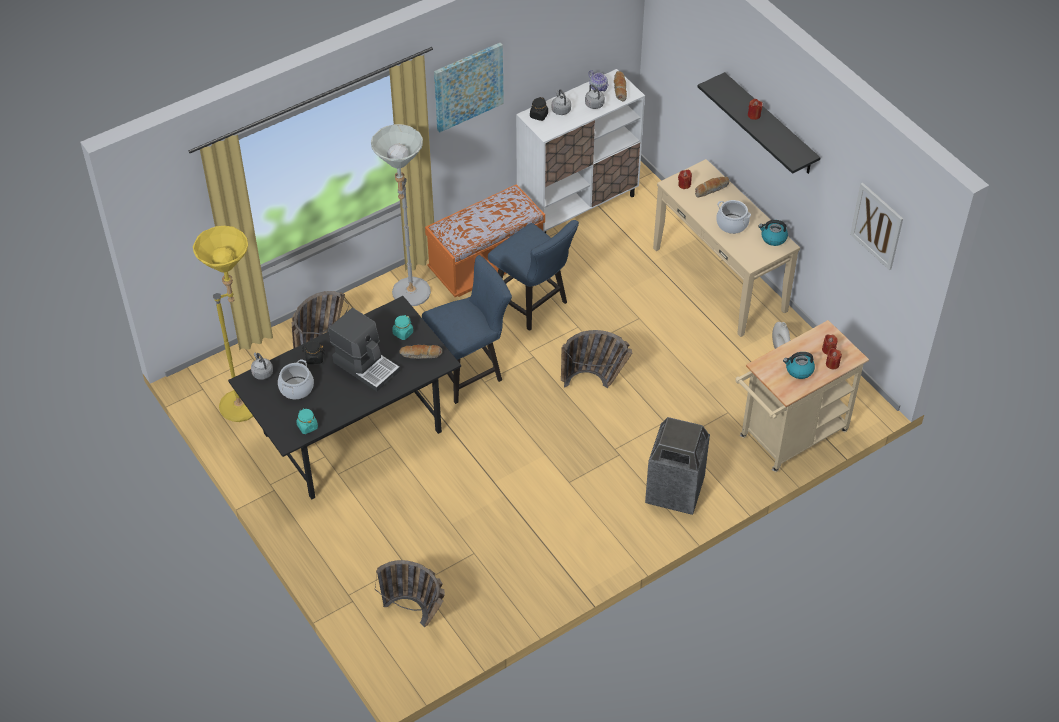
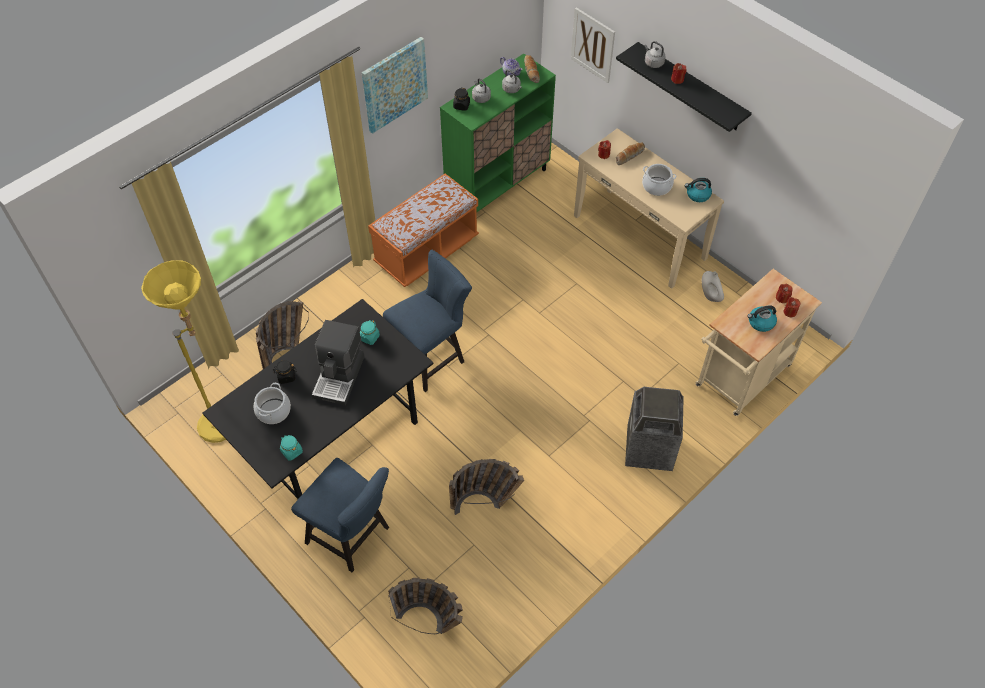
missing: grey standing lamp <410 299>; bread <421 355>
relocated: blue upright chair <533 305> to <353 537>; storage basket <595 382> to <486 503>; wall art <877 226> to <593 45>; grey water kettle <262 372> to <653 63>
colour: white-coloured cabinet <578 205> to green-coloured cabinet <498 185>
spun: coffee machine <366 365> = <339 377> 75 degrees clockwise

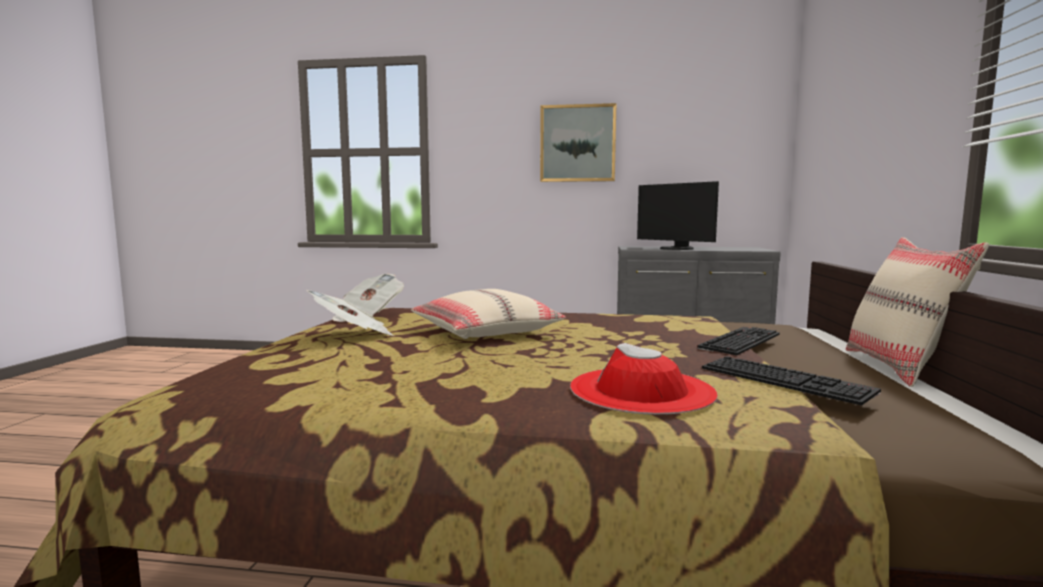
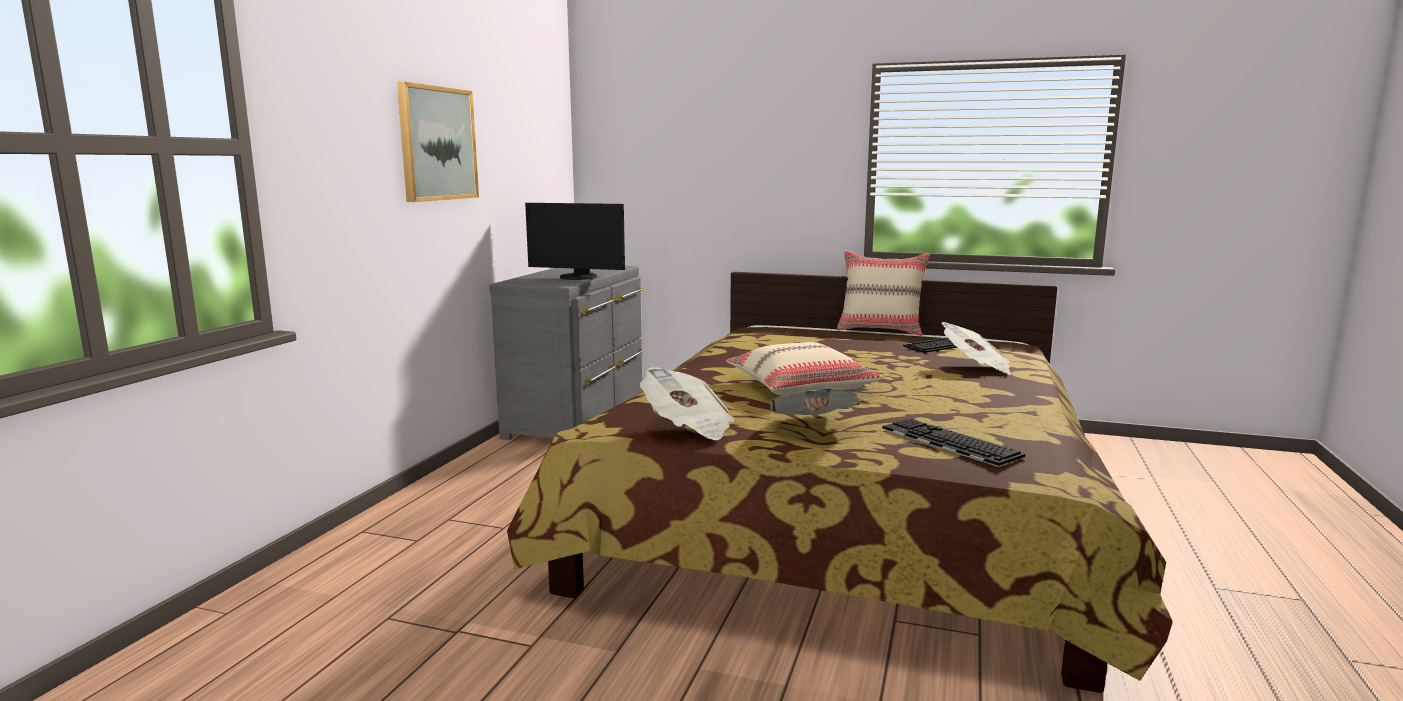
relocated: PC keyboard <739 340> to <947 442>
exchanged: reddish clothing hat <641 391> to daily paper <976 367>
spun: monitor <675 249> = <577 277> 45 degrees clockwise

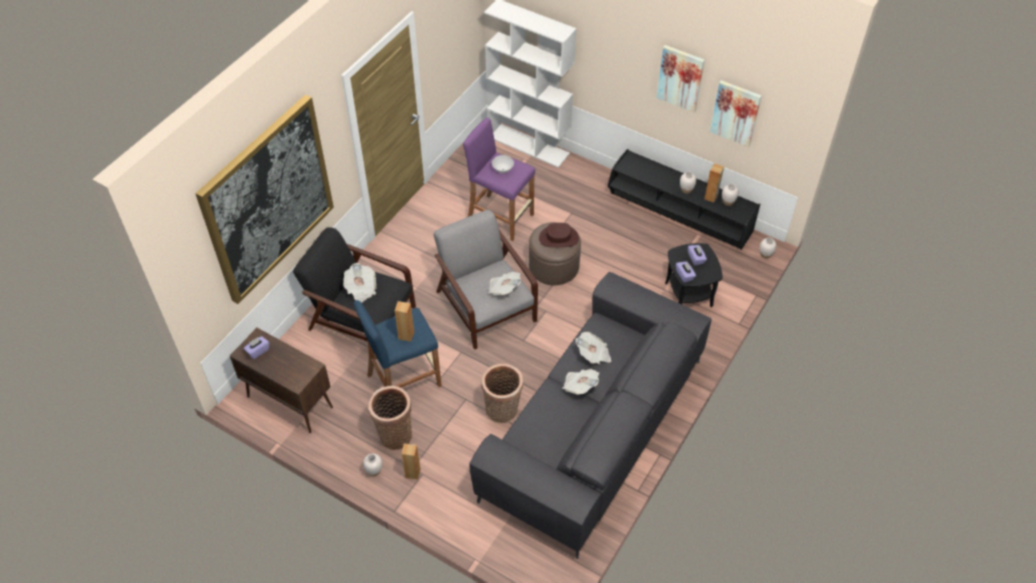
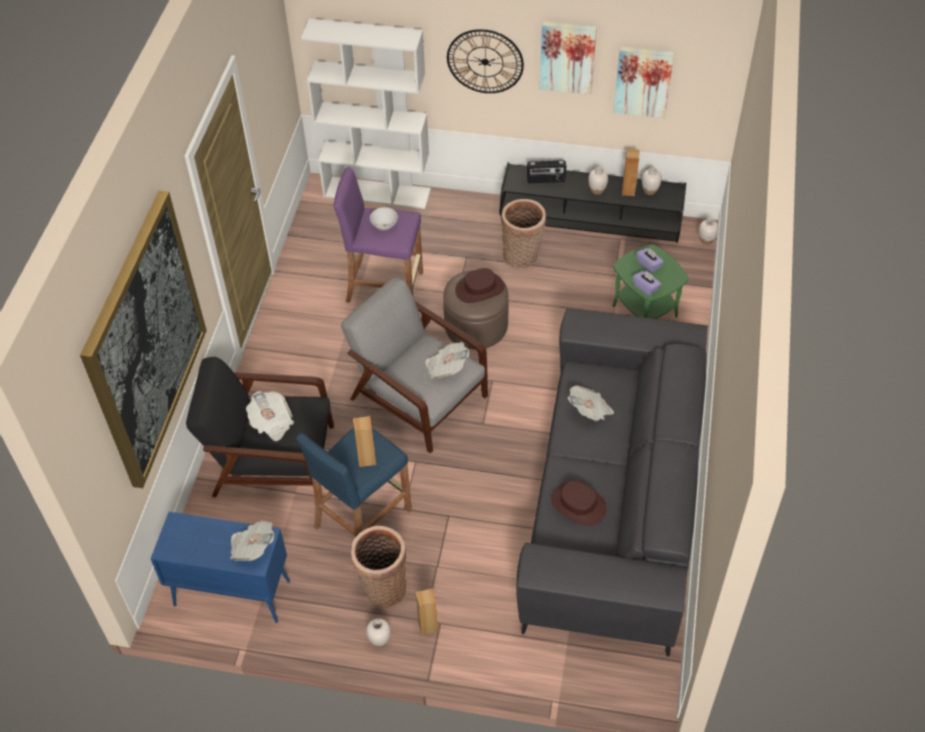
missing: purple tissue holder <258 351>
appeared: clock on the wall <485 61>; radio <546 180>; brown-coloured clothing hat <578 505>
relocated: daily paper <579 386> to <252 547>; storage basket <502 411> to <522 257>
colour: brown-coloured cabinet <289 402> to blue cabinet <231 593>; black end table <689 294> to green-coloured end table <645 311>

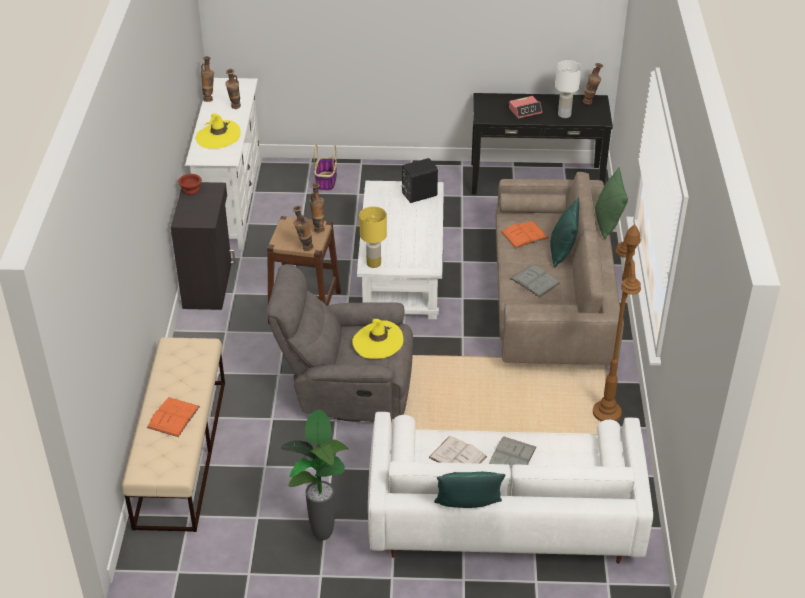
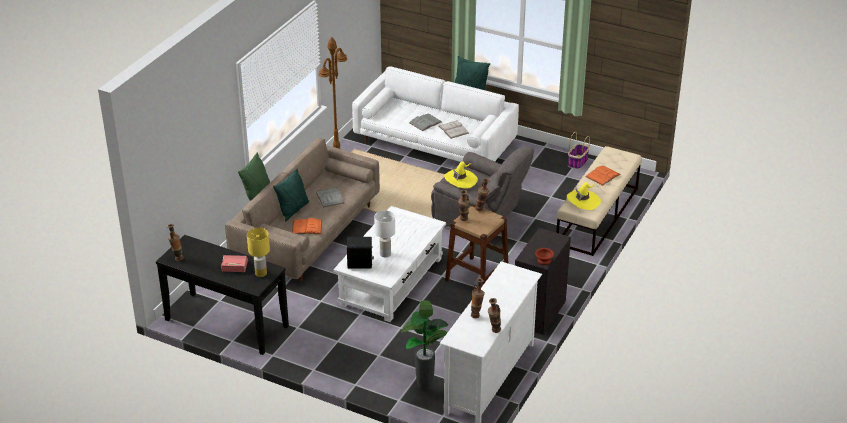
relocated: yellow table lamp <374 263> to <260 273>; white-coloured table lamp <564 115> to <385 254>; potted plant <323 534> to <423 389>; yellow clothing hat <218 137> to <583 201>; storage basket <326 181> to <577 162>

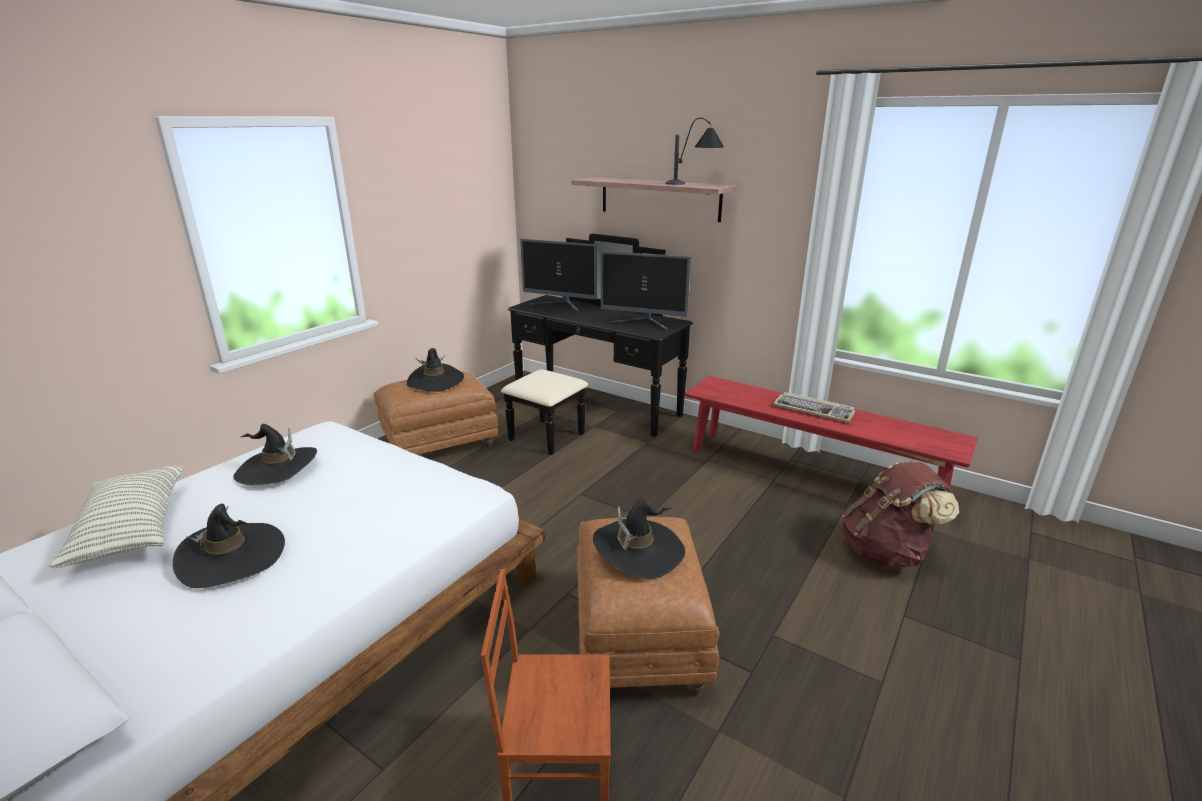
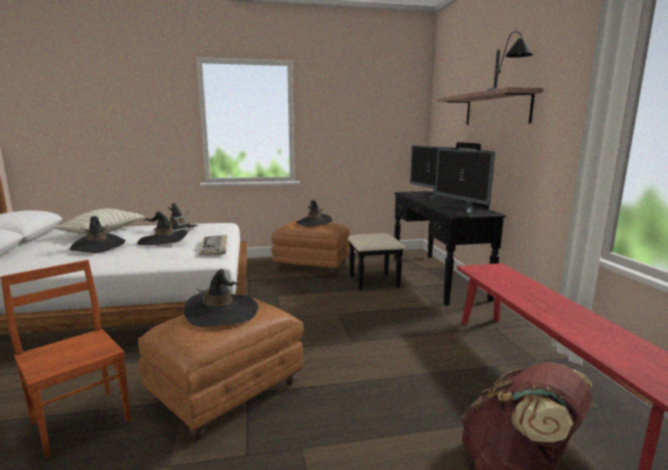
appeared: black clothing hat <163 241>
relocated: PC keyboard <814 410> to <214 247>

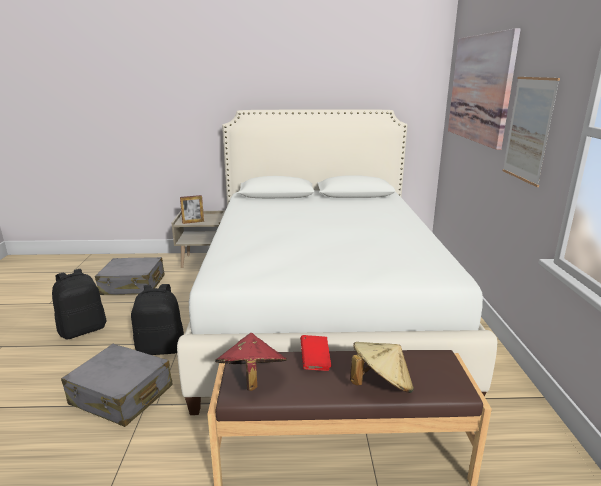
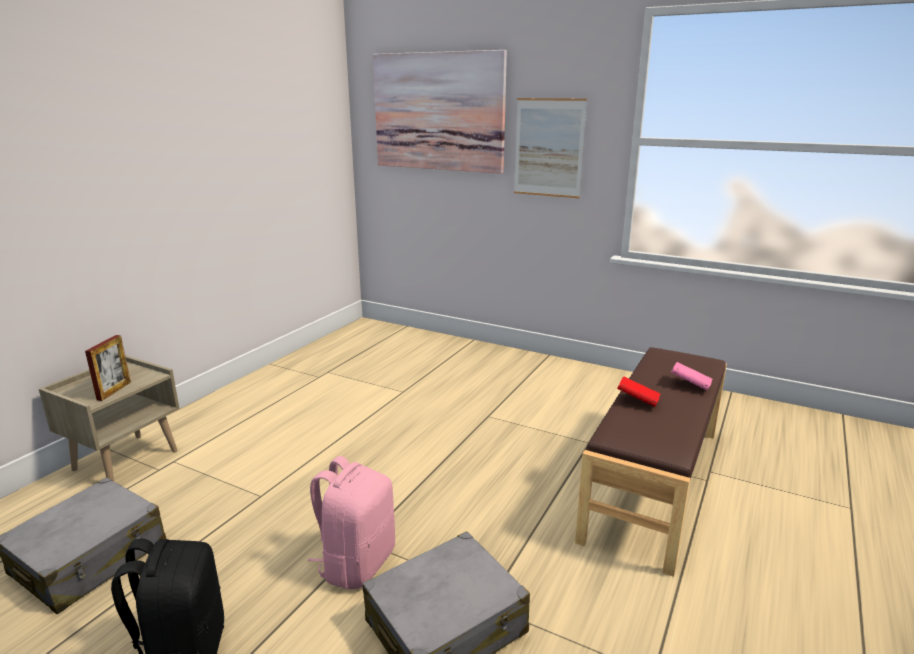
missing: white-coloured bed <321 309>; reddish clothing hat <251 379>
exchanged: sand-coloured clothing hat <380 385> to pinkish bound book <690 385>
colour: black knapsack <161 348> to pinkish knapsack <356 563>

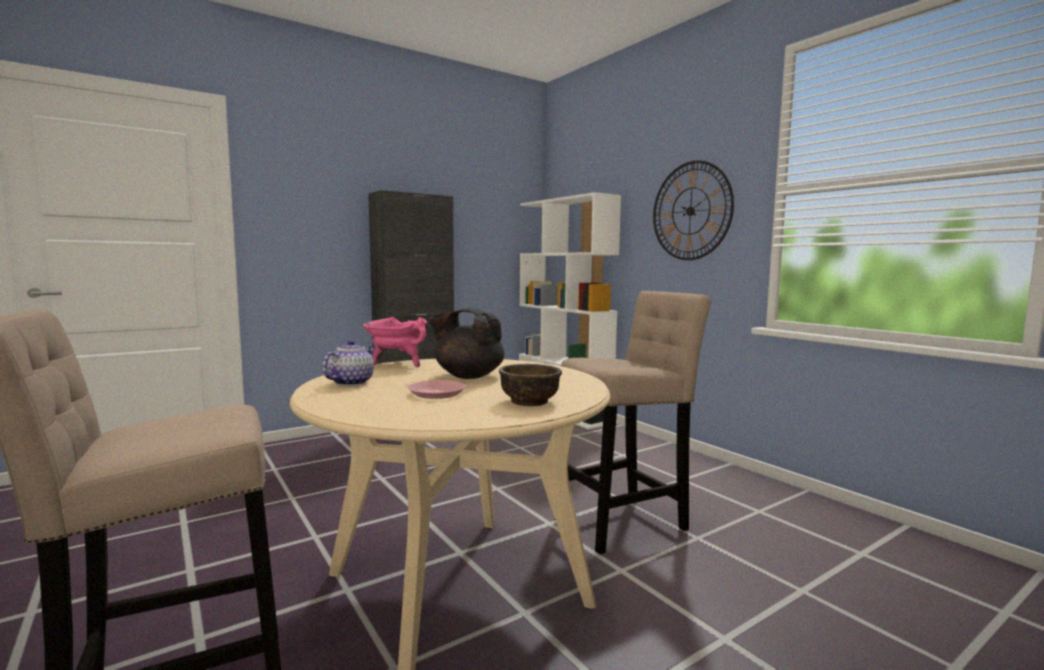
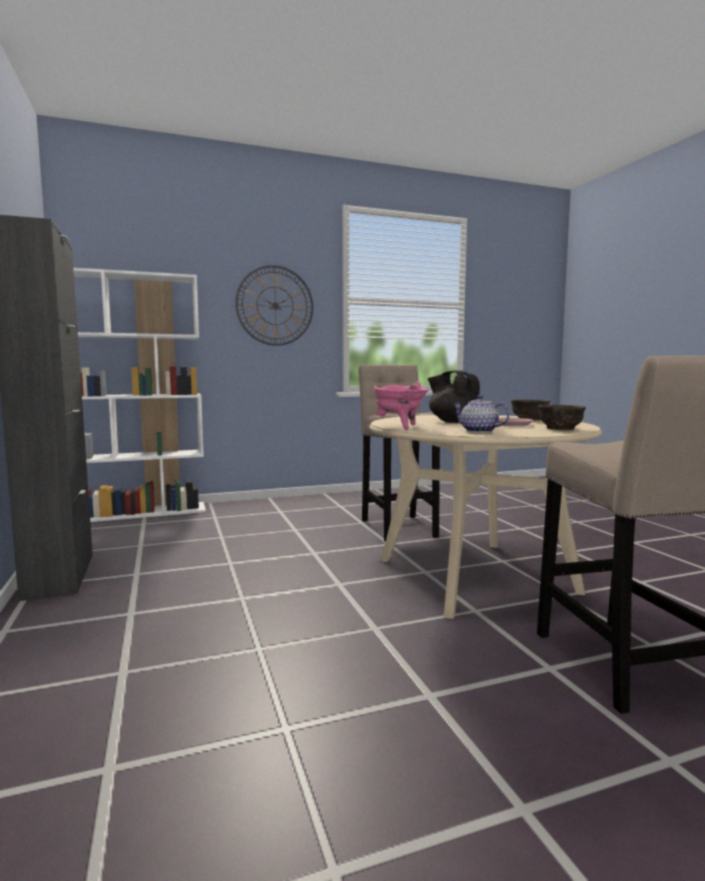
appeared: brown-coloured bowl <560 429>
spun: black pot for tea <468 376> = <454 421> 105 degrees clockwise

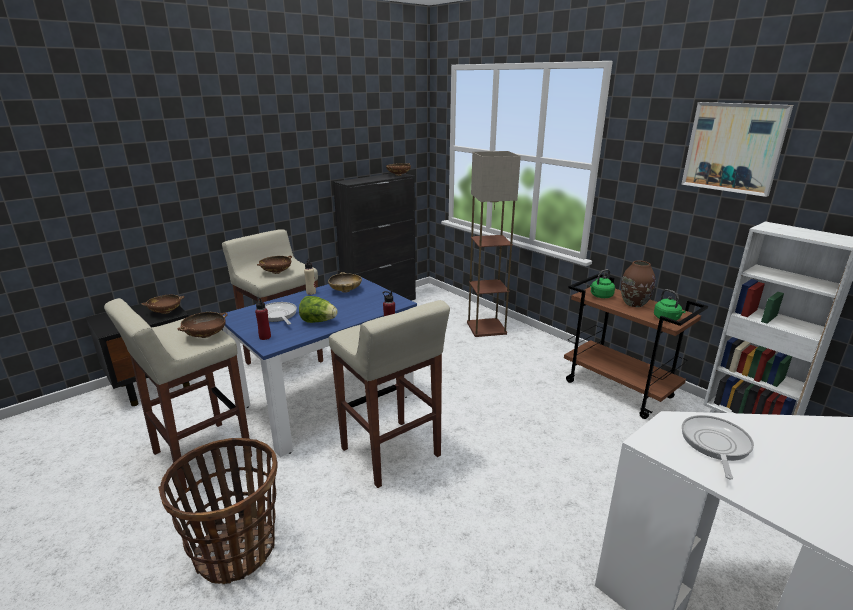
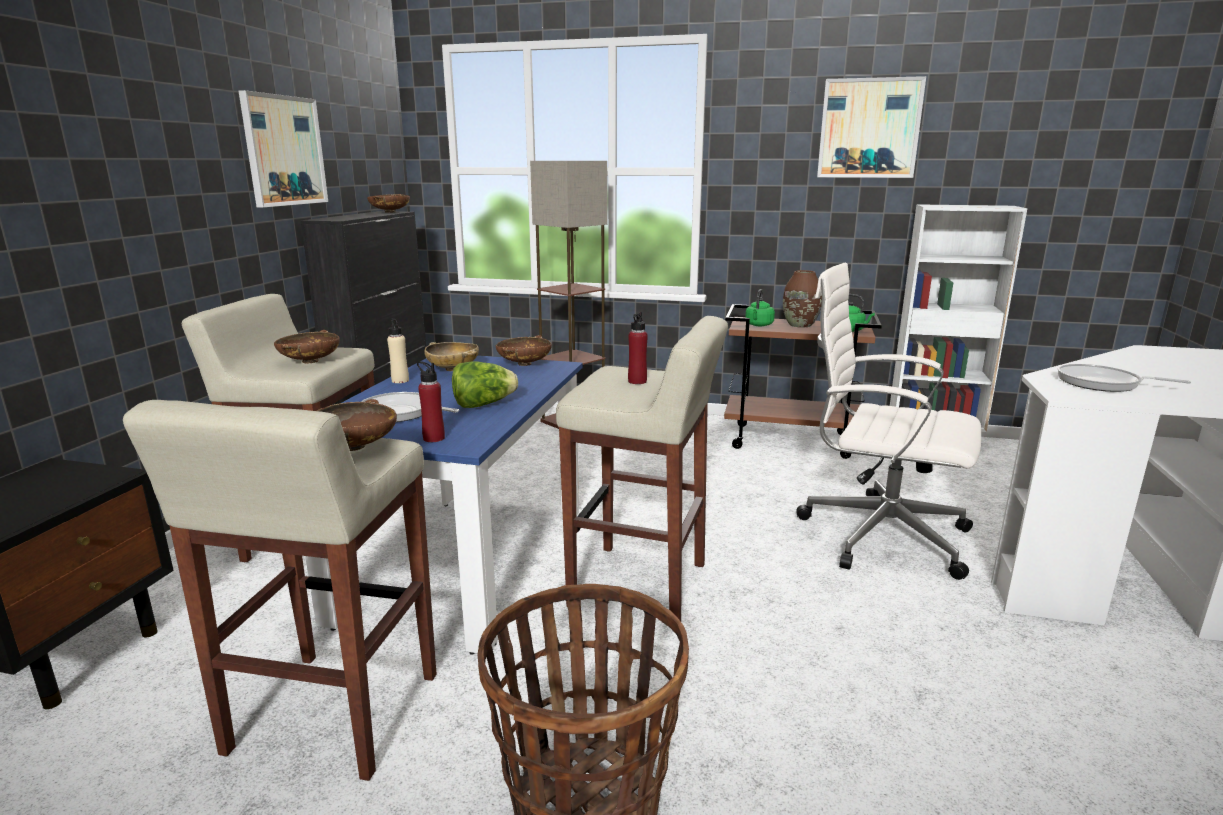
appeared: wall art <284 151>; white-coloured office chair <878 534>
relocated: brown-coloured bowl <165 312> to <524 364>
spun: pan <715 444> = <1103 383> 45 degrees counterclockwise

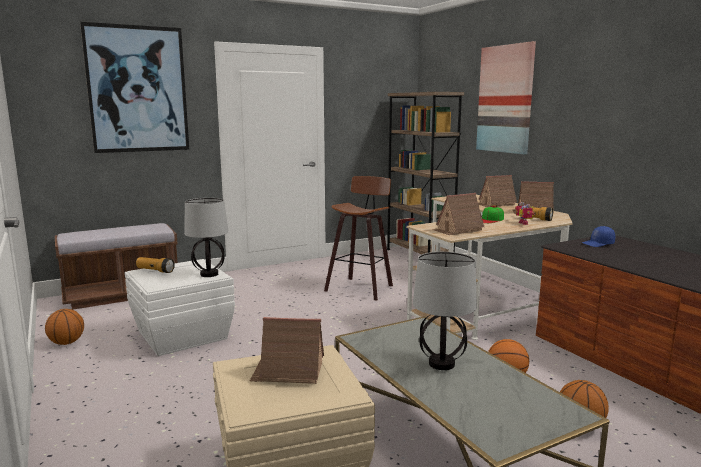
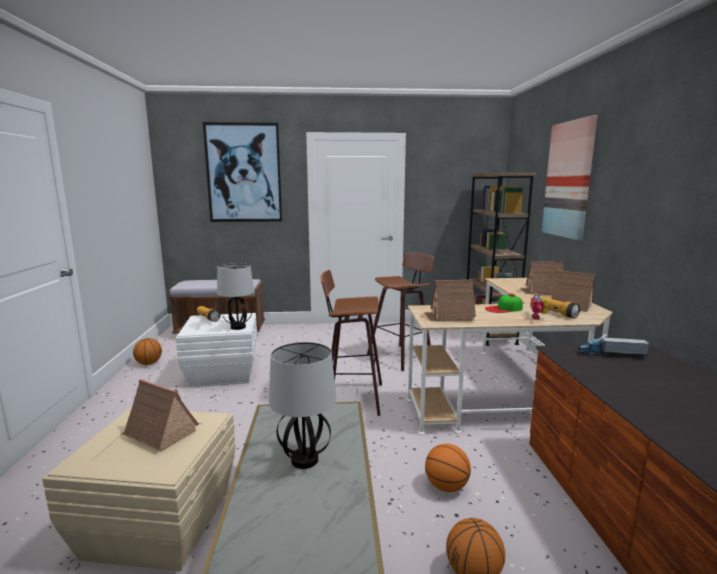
appeared: stool <352 397>
exchanged: blue baseball cap <598 244> to model truck <611 355>

